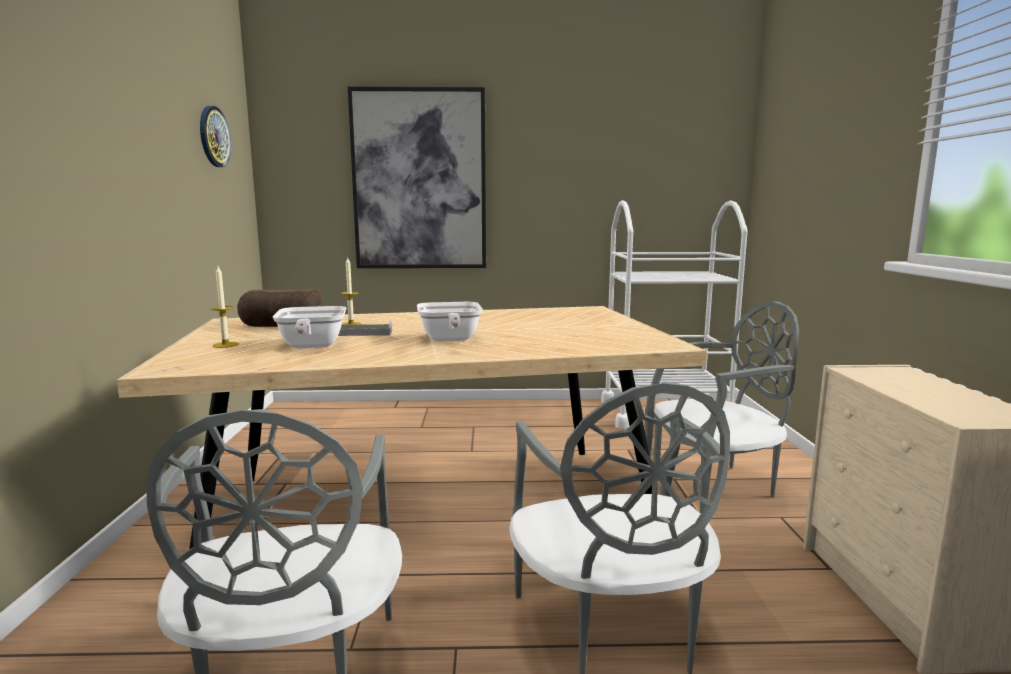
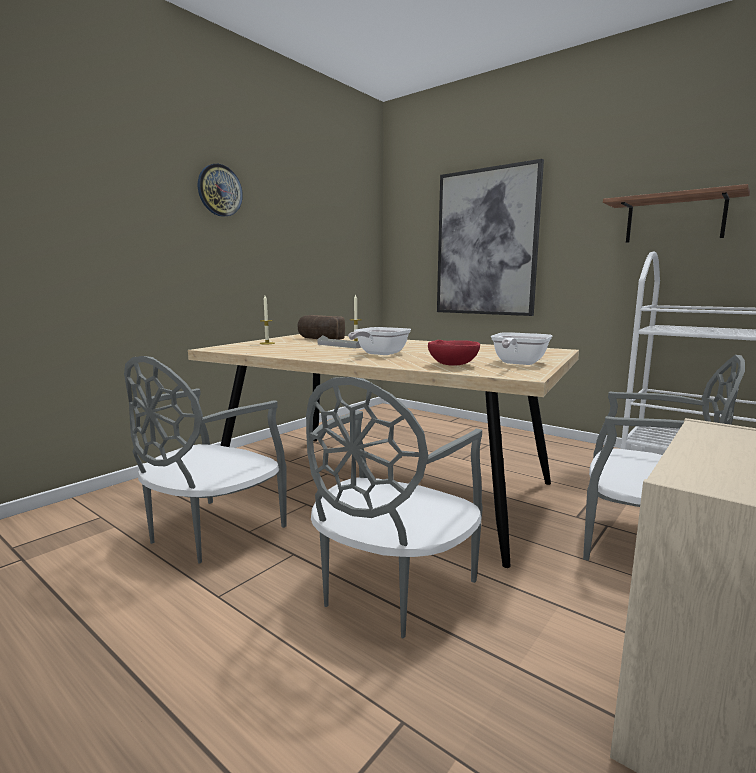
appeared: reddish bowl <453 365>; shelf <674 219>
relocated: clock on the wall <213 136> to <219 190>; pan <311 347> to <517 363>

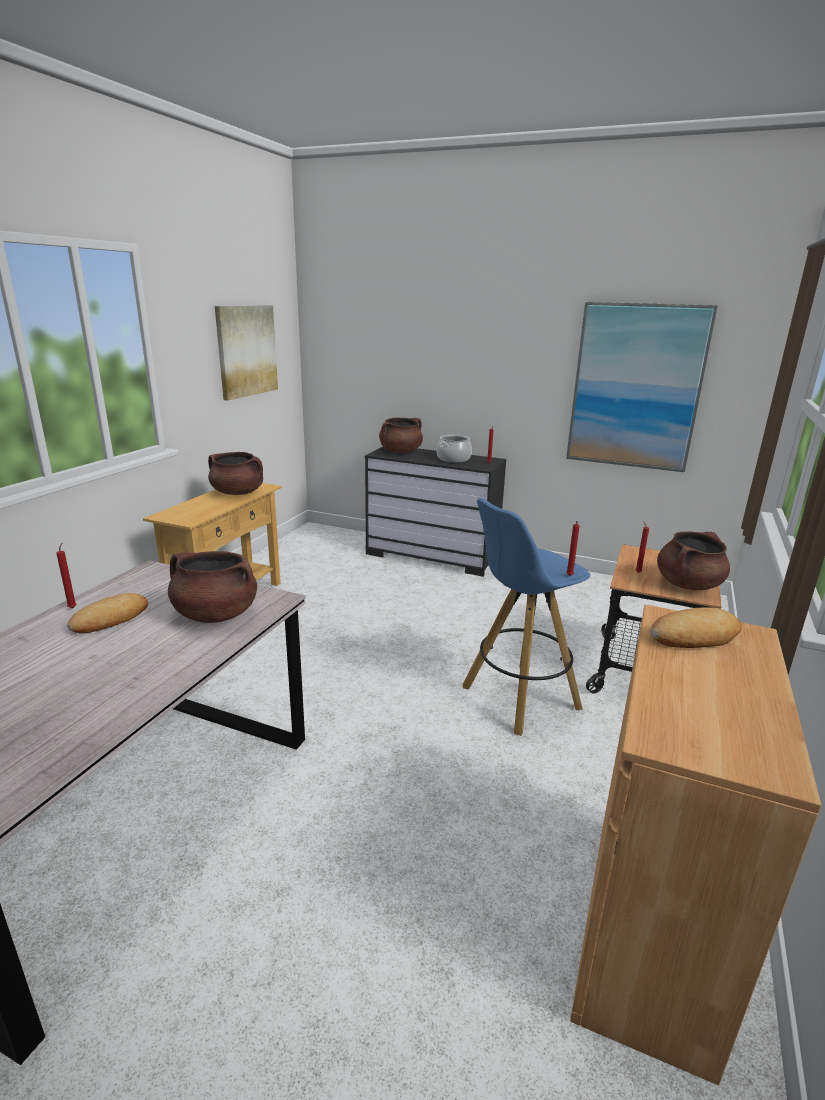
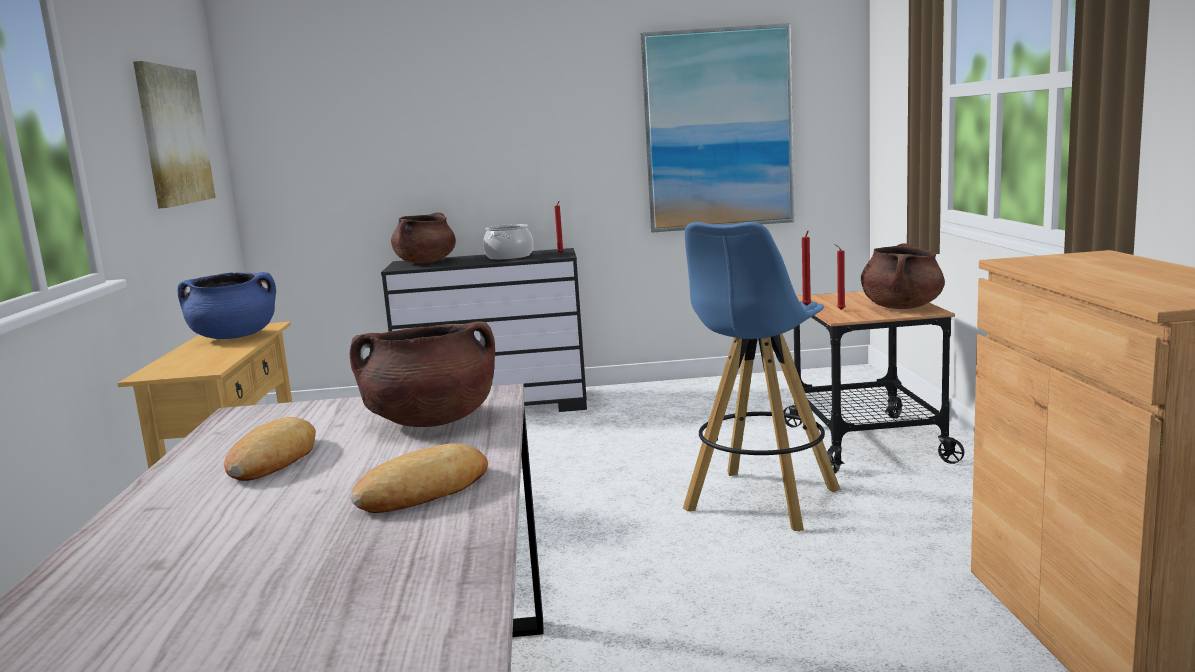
missing: reddish candle <73 607>
relocated: bread <694 635> to <424 490>
colour: brown-coloured stockpot <238 493> to blue stockpot <234 337>

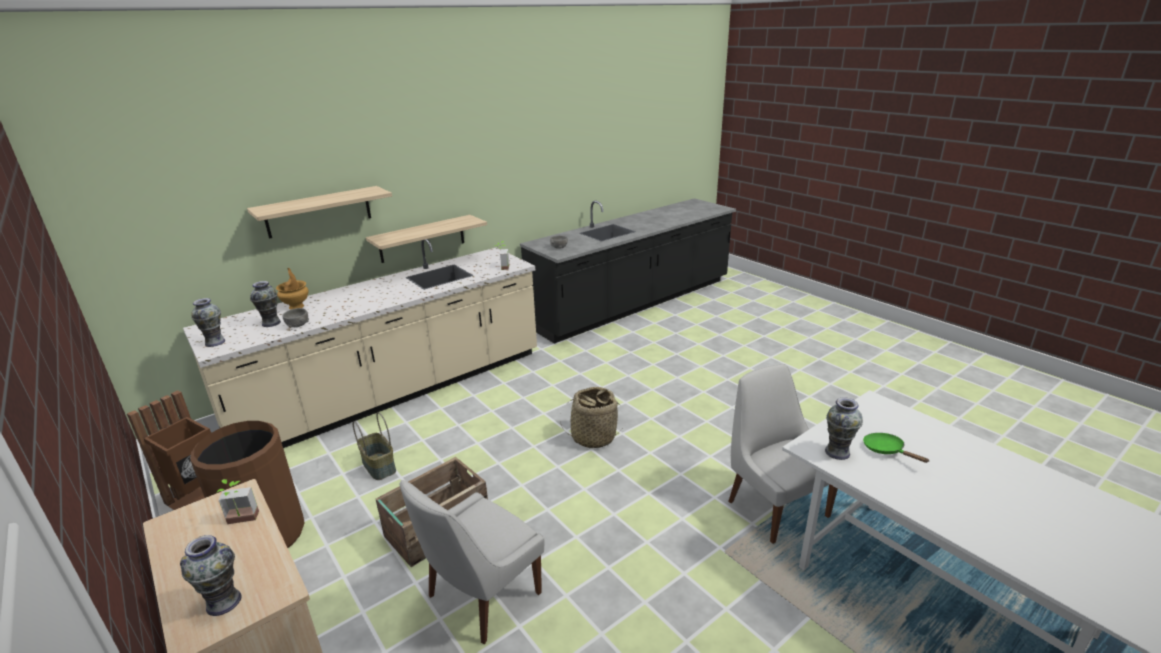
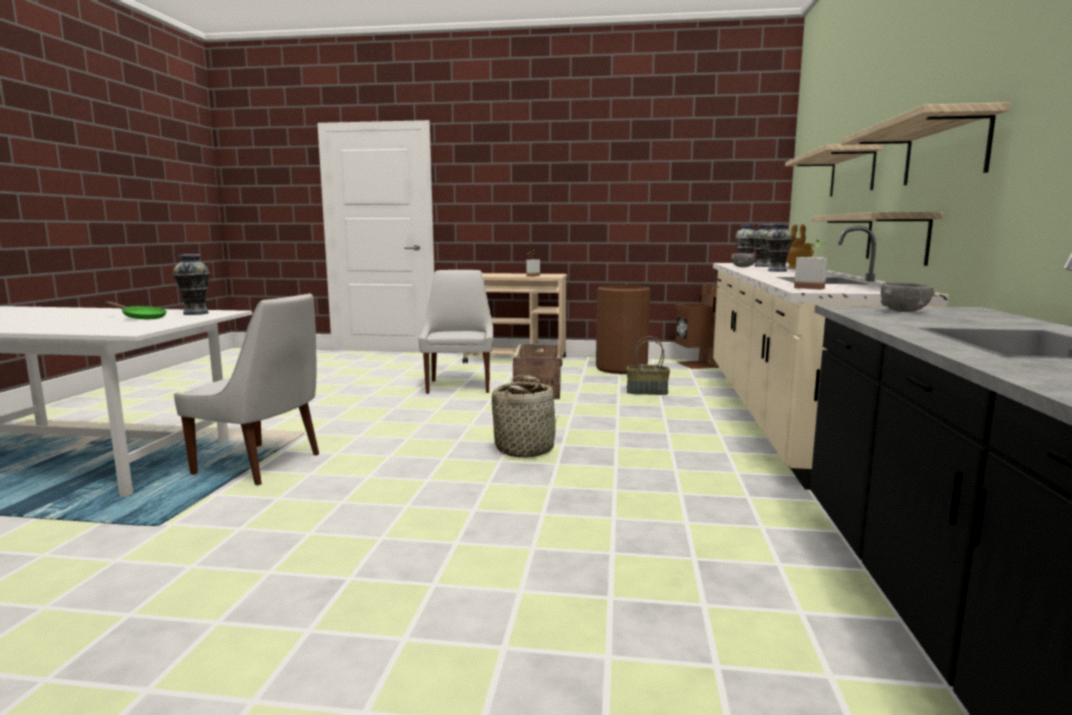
appeared: shelf <944 151>
relocated: vase <223 602> to <777 271>

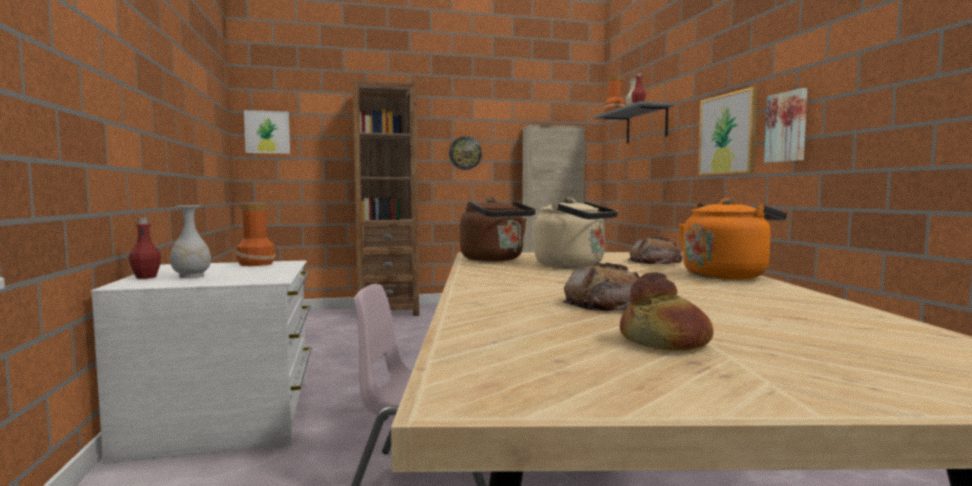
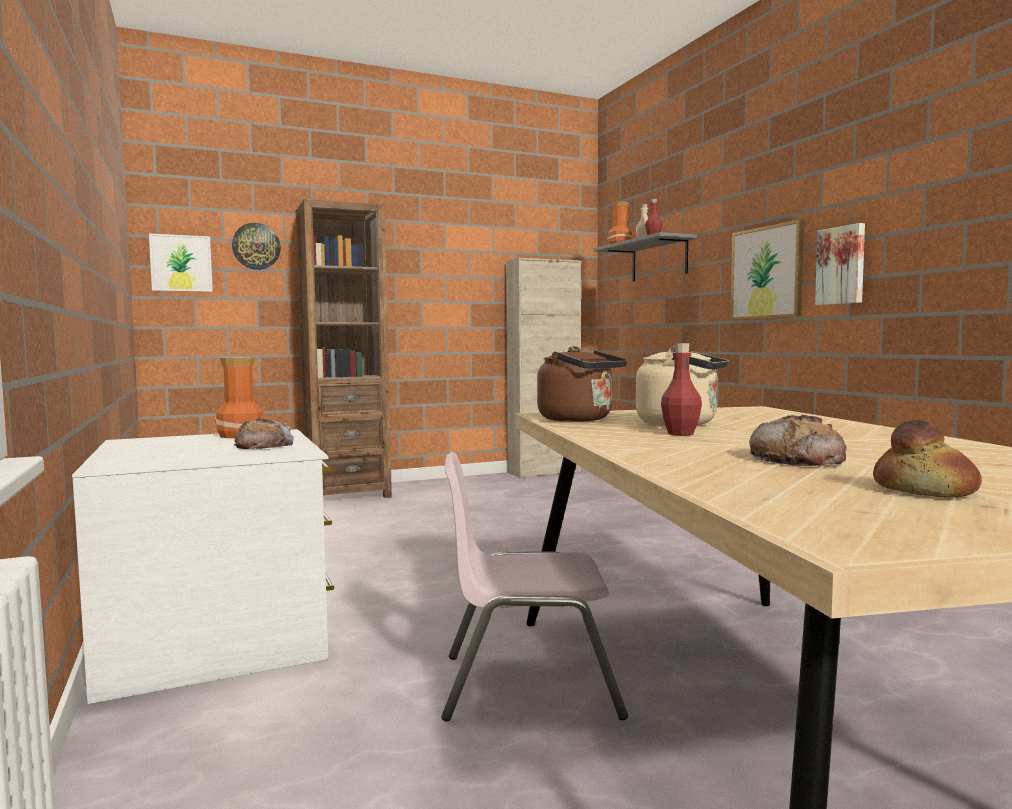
missing: white-coloured vase <191 276>; orange water kettle <726 275>
relocated: clock on the wall <465 153> to <256 246>; bread <655 261> to <264 445>; reddish bottle <146 277> to <680 433>

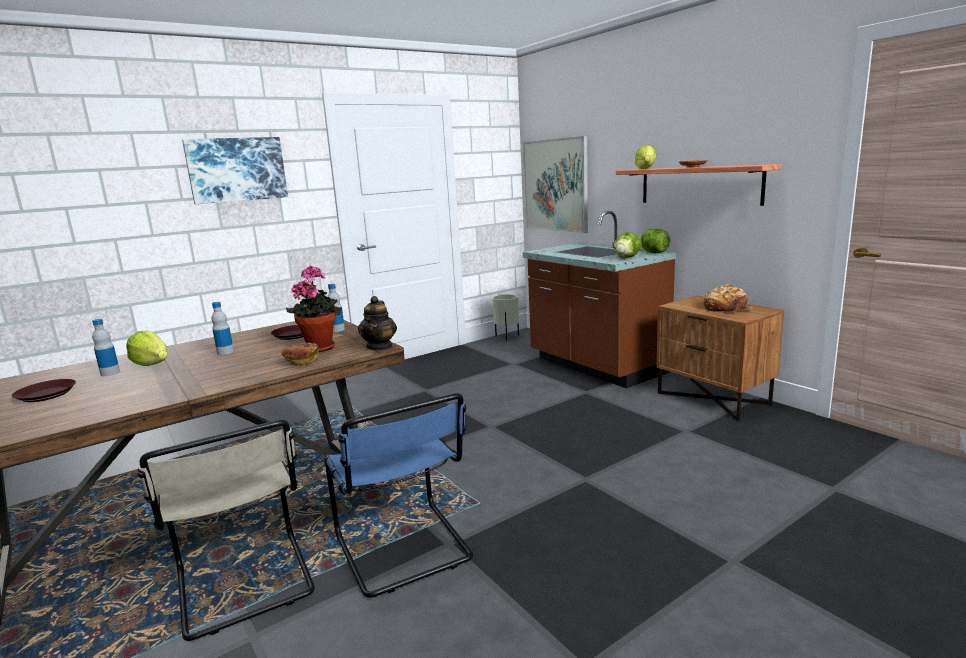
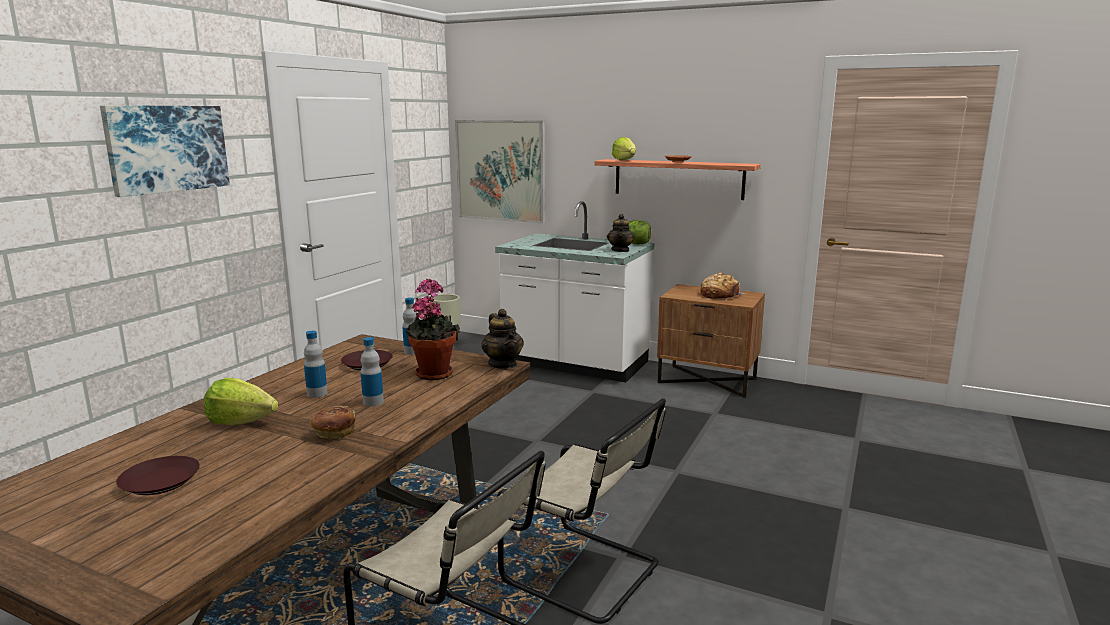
relocated: bread <301 362> to <334 433>; bottle <110 373> to <373 402>
exchanged: head of lettuce <626 258> to pot for tea <620 250>
colour: brown-coloured kitchen base unit <596 366> to white-coloured kitchen base unit <574 364>; blue upright chair <404 550> to sand-coloured upright chair <586 574>

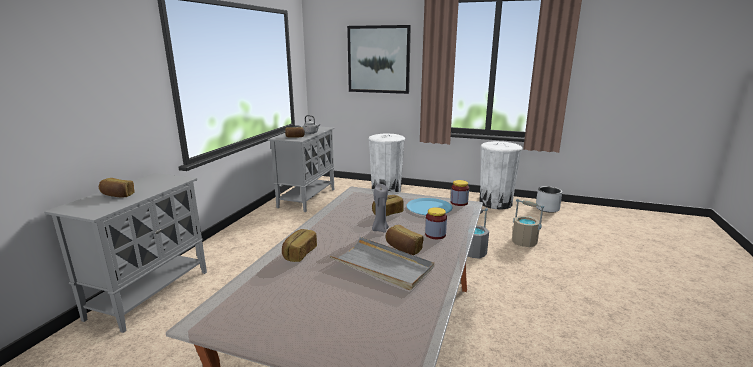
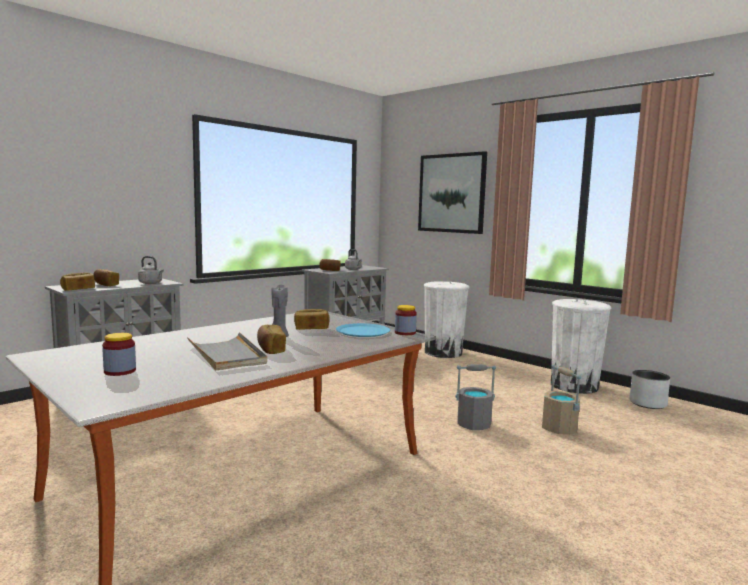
appeared: grey water kettle <151 283>
relocated: bread <299 254> to <78 289>; preserve jar <435 235> to <120 371>

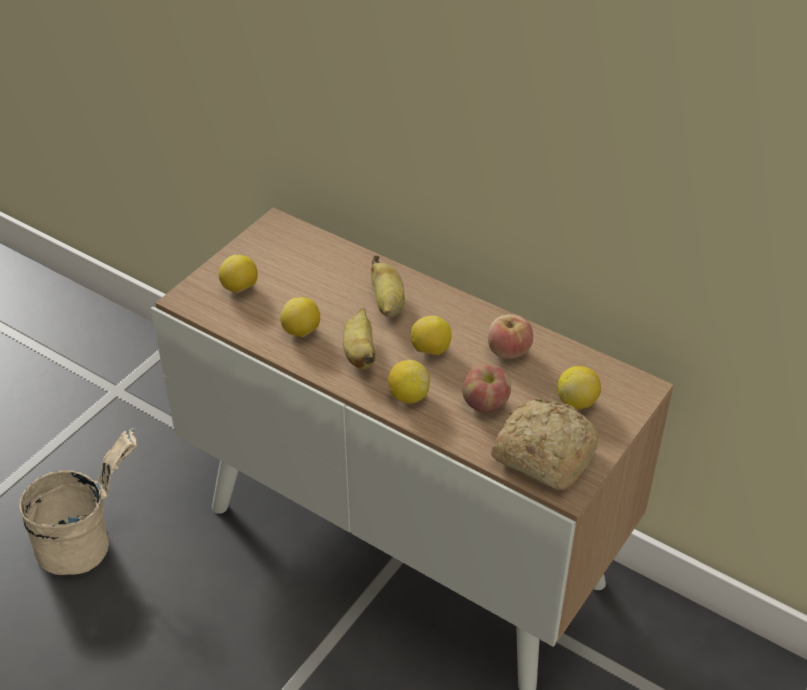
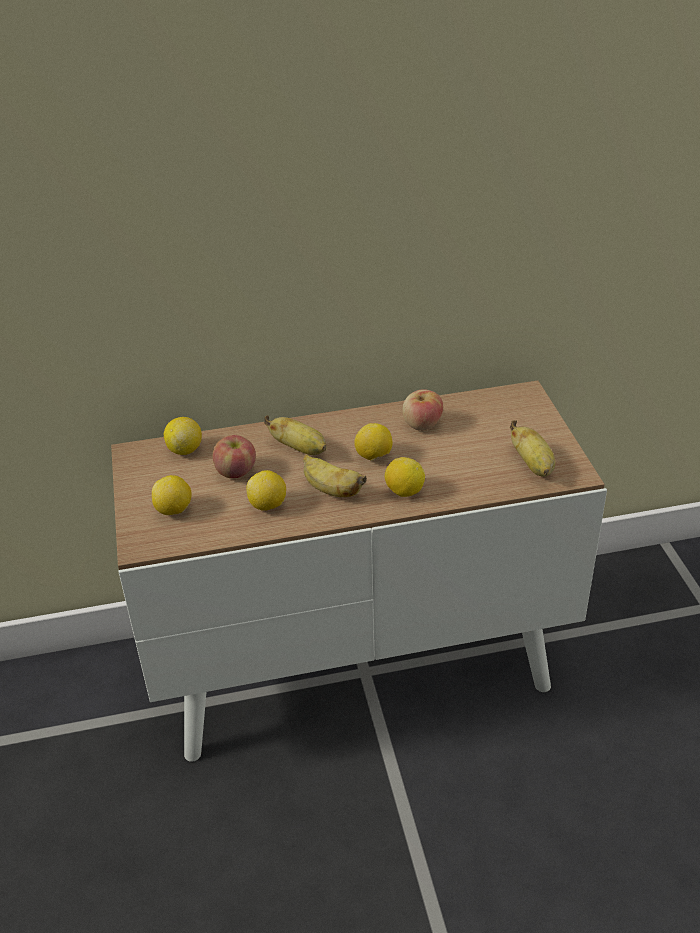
missing: sand-coloured pail <87 541>
relocated: lemon <577 401> to <185 450>; apple fruit <485 404> to <236 472>
exchanged: bread <542 453> to banana fruit <533 465>

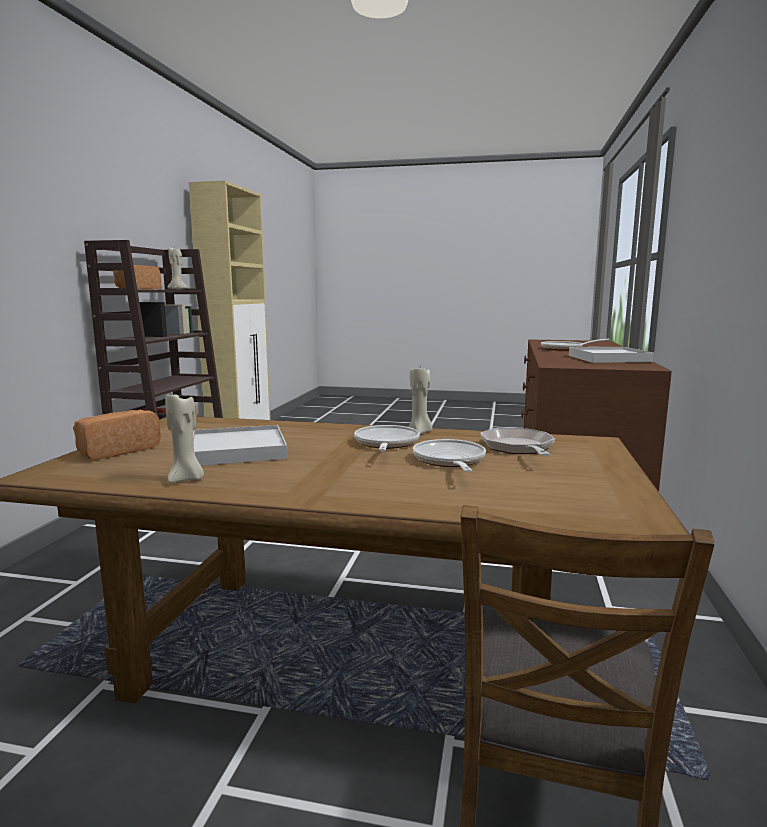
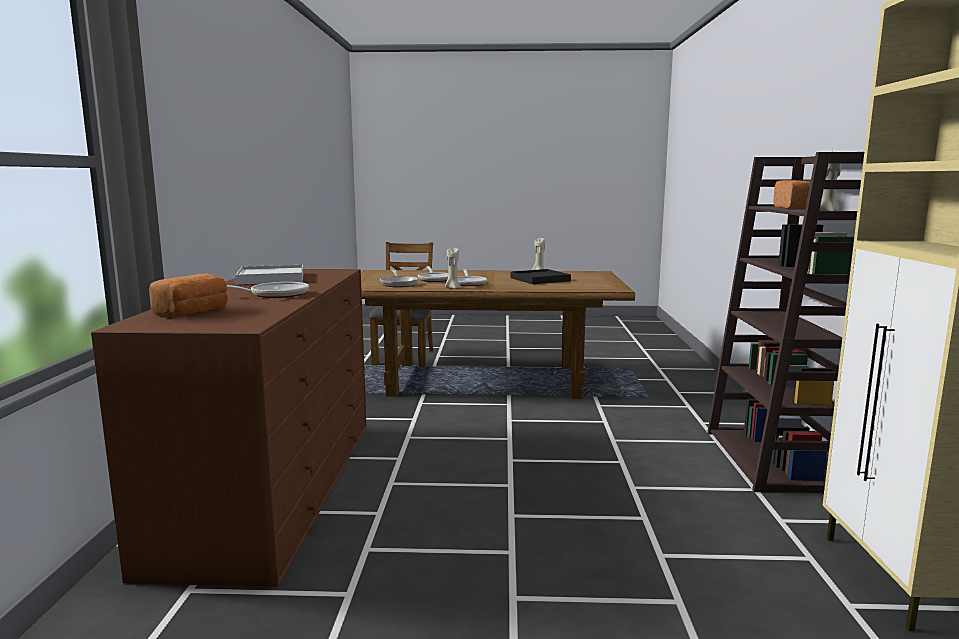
relocated: bread <117 451> to <194 312>
colour: white-coloured serving tray <238 450> to black serving tray <540 279>

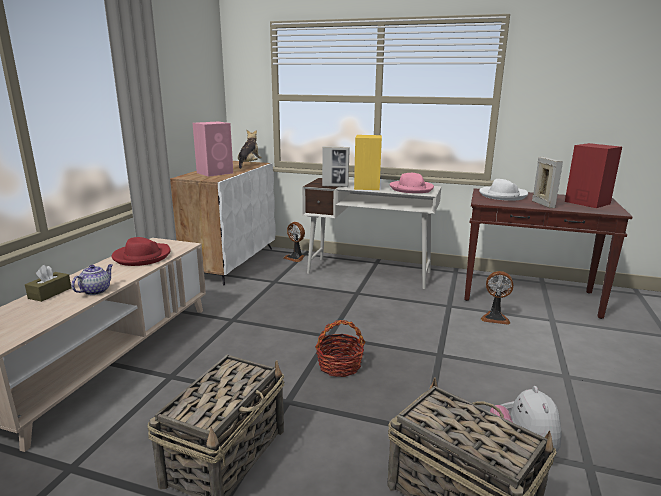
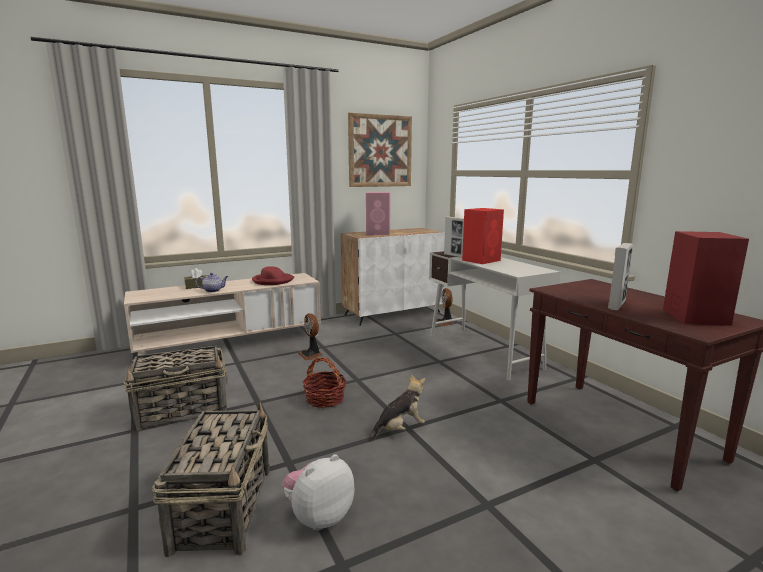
missing: pinkish clothing hat <411 189>; white-coloured clothing hat <502 195>
appeared: wall art <380 151>
relocated: electric fan <495 318> to <311 355>; cuddly toy <249 164> to <400 429>
colour: yellow speaker <367 186> to reddish speaker <481 260>

